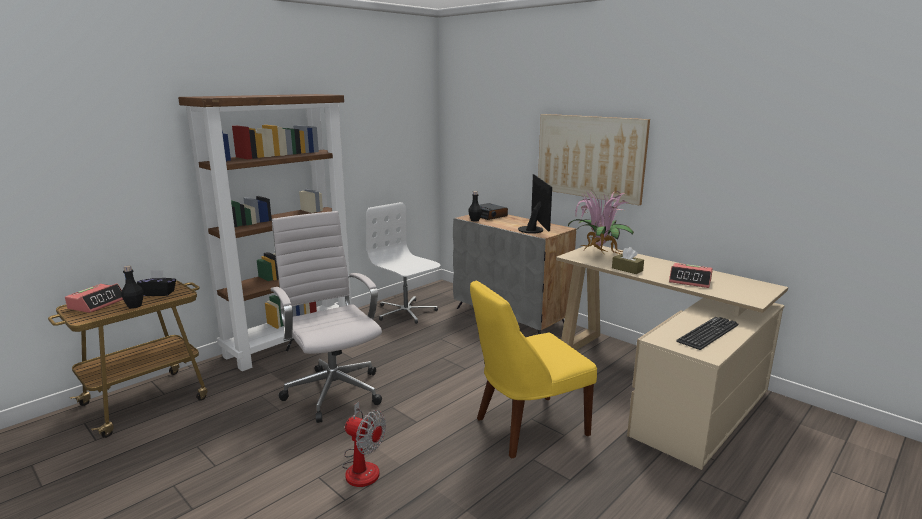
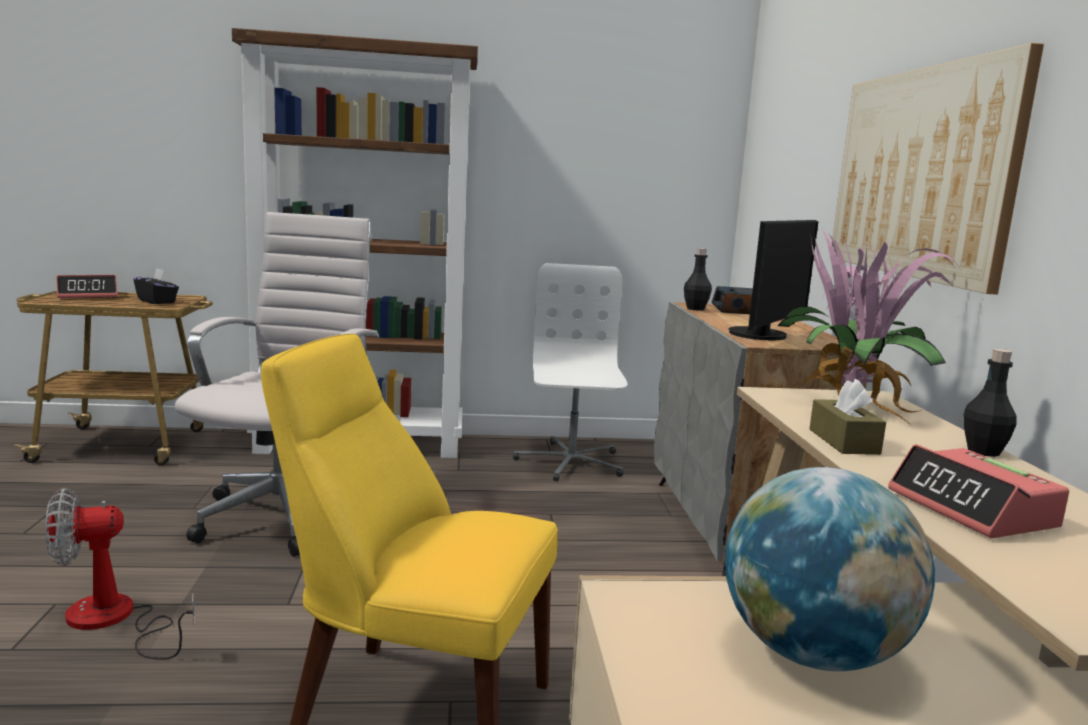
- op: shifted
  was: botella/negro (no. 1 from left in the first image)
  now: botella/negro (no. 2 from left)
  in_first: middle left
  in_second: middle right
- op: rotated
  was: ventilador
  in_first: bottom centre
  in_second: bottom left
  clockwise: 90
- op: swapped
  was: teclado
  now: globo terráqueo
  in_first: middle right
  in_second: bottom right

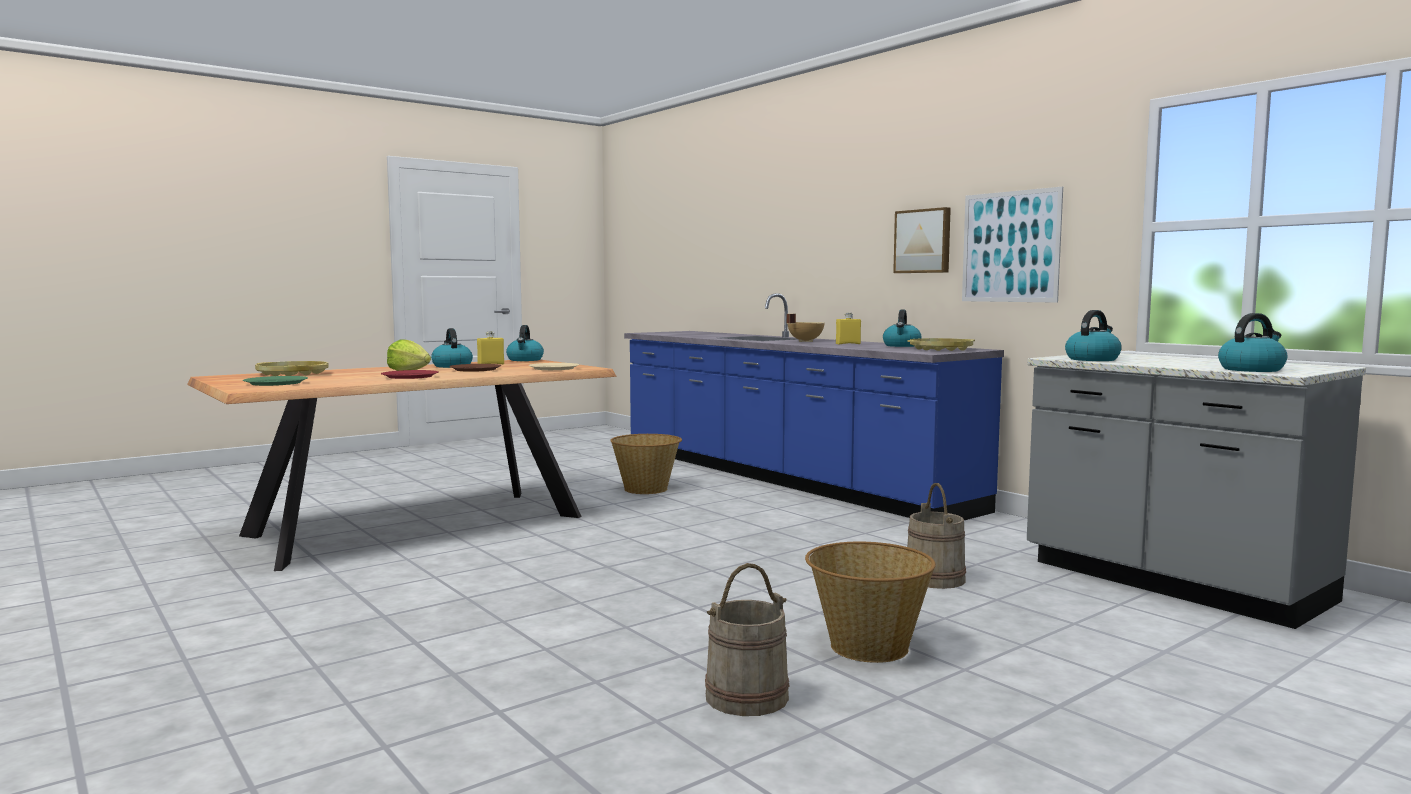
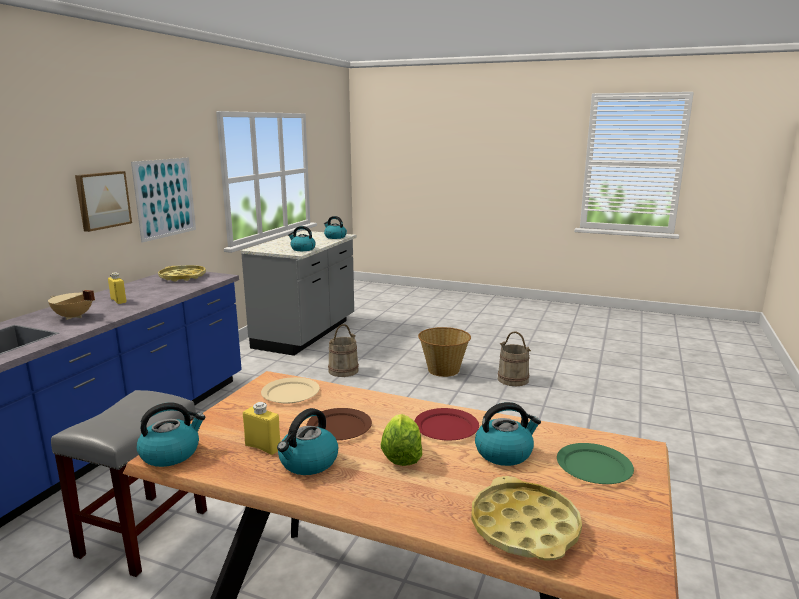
- op: swapped
  was: cesta (no. 1 from left)
  now: taburete/gris
  in_first: centre
  in_second: bottom left
- op: shifted
  was: hervidor (no. 3 from left in the first image)
  now: hervidor (no. 5 from left)
  in_first: centre
  in_second: bottom centre

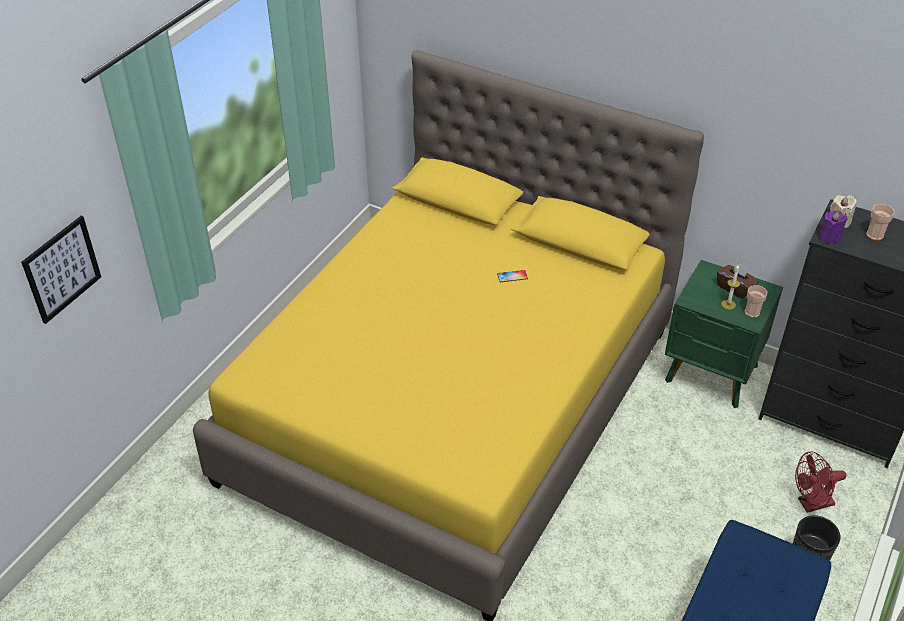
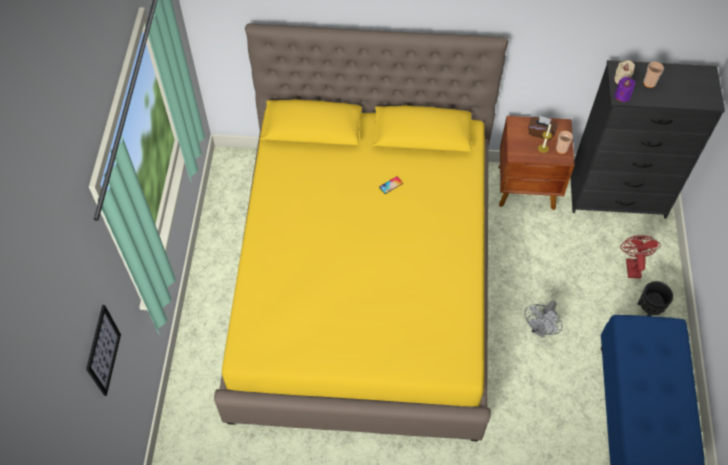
- op: repainted
  was: mesita de noche/verde
  now: mesita de noche/marrón
  in_first: middle right
  in_second: middle right
- op: rotated
  was: ventilador/rojo
  in_first: bottom right
  in_second: middle right
  clockwise: 135
- op: new
  now: ventilador/gris
  in_second: bottom right

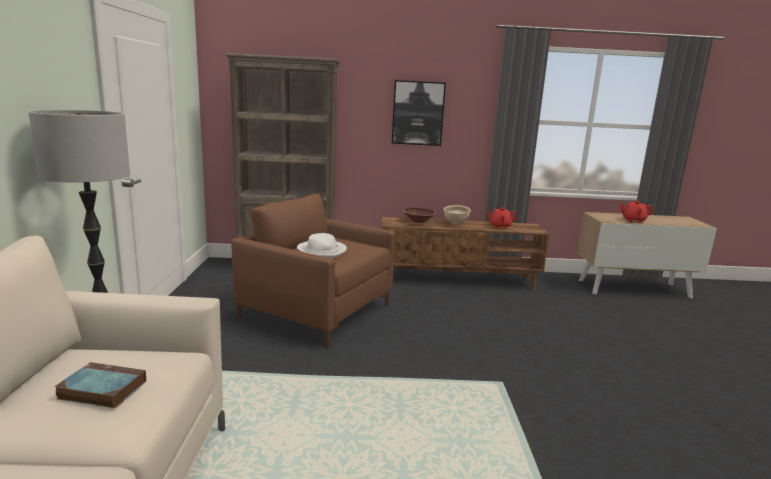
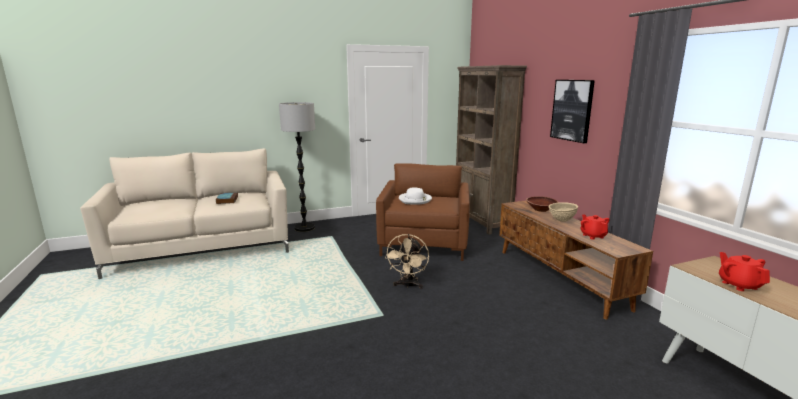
- op: new
  now: ventilador/beis
  in_second: centre

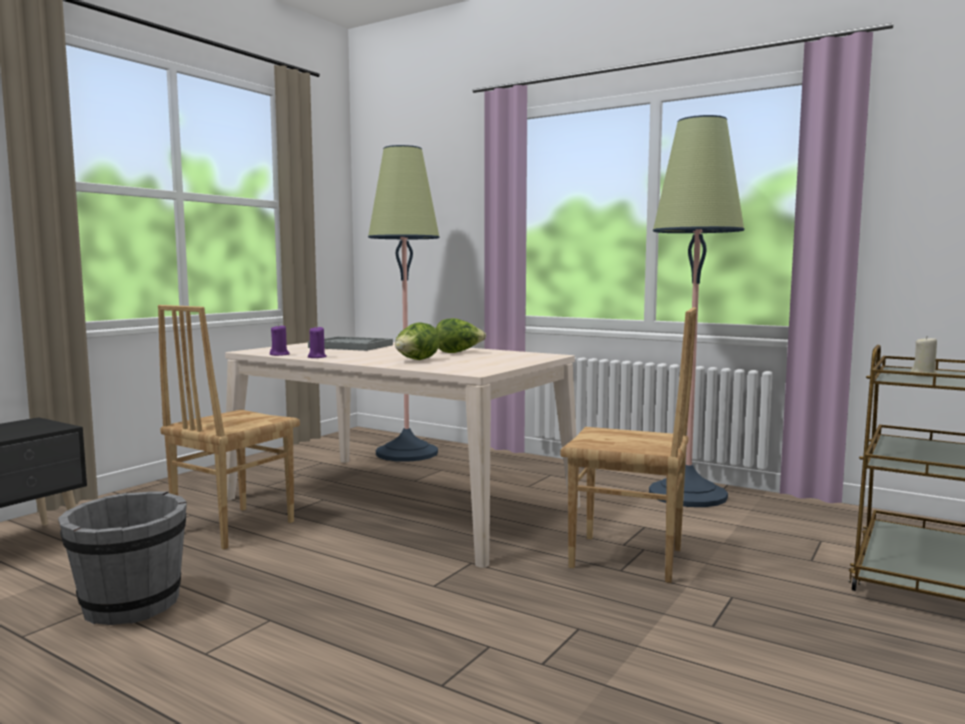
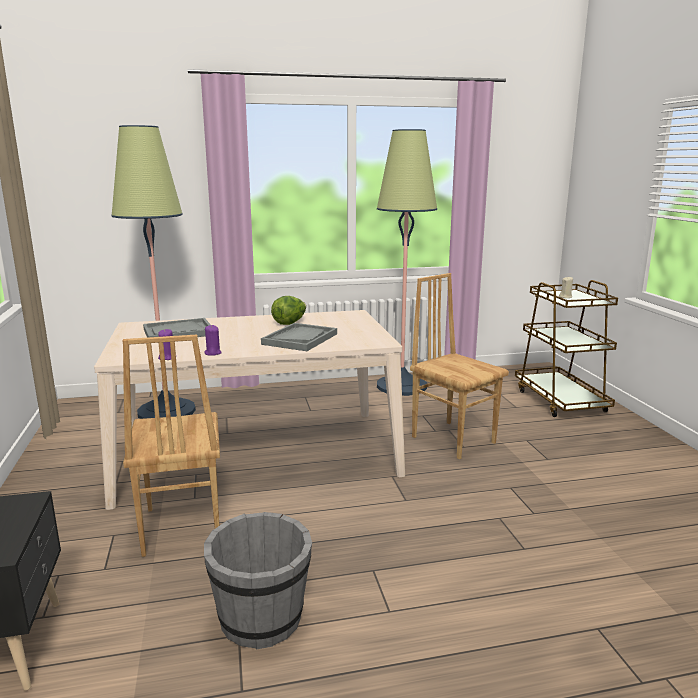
- op: swapped
  was: lechuga (no. 1 from left)
  now: bandeja/gris (no. 2 from left)
  in_first: centre
  in_second: centre
- op: rotated
  was: silla/marrón (no. 2 from left)
  in_first: centre
  in_second: centre
  clockwise: -105

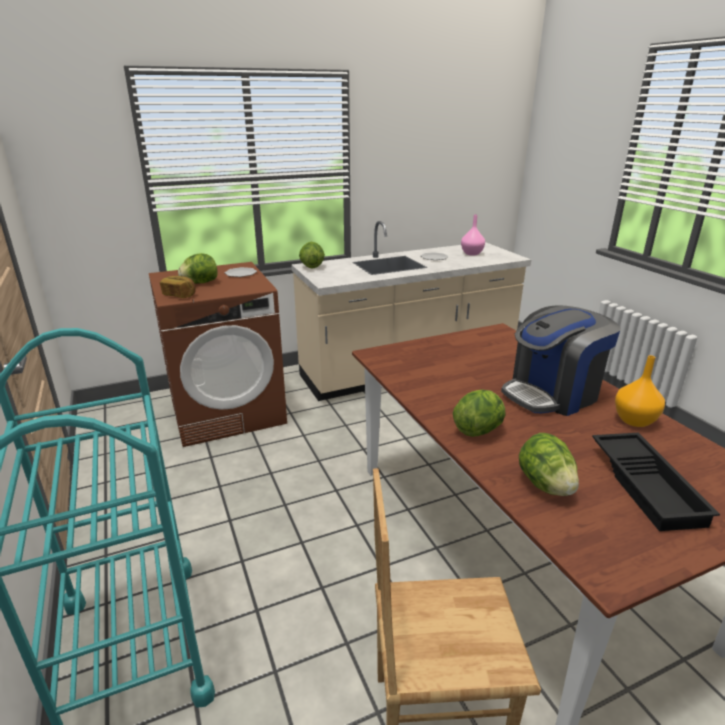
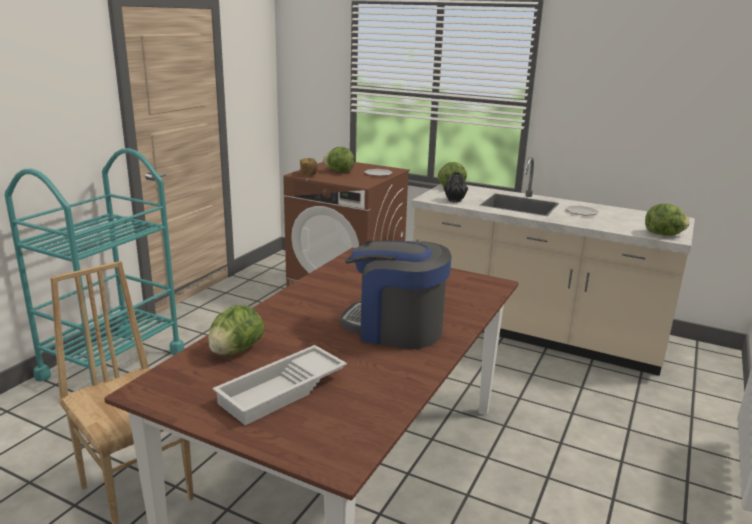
- op: shifted
  was: lechuga (no. 3 from left in the first image)
  now: lechuga (no. 4 from left)
  in_first: centre
  in_second: middle right
- op: gone
  was: florero/rosa
  in_first: top centre
- op: repainted
  was: bandeja/negro
  now: bandeja/blanco
  in_first: middle right
  in_second: bottom centre
- op: gone
  was: florero/naranja
  in_first: middle right
- op: new
  now: florero/negro
  in_second: centre

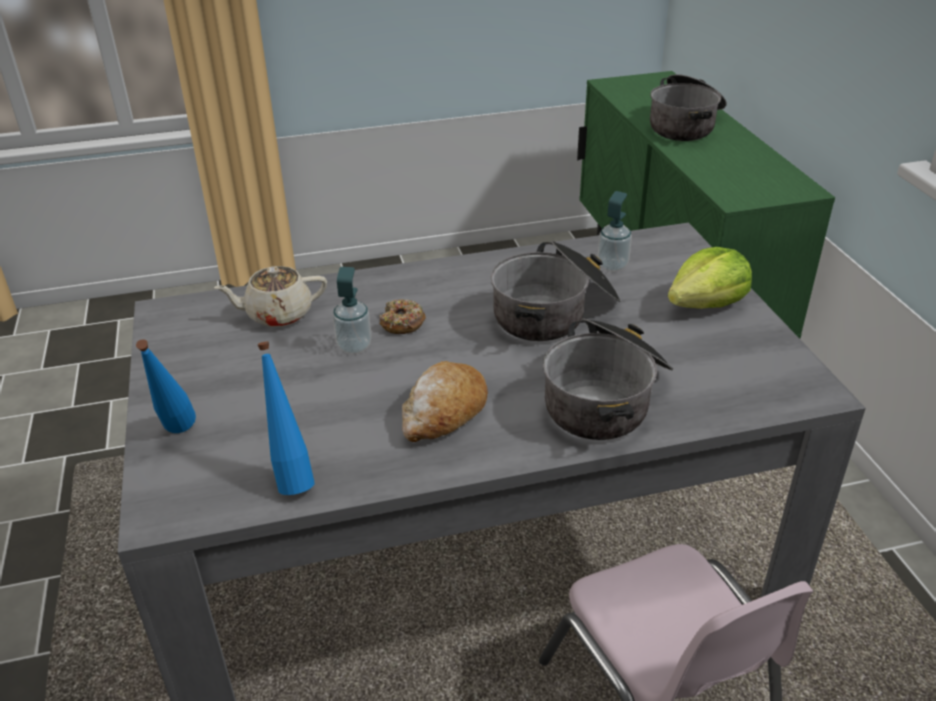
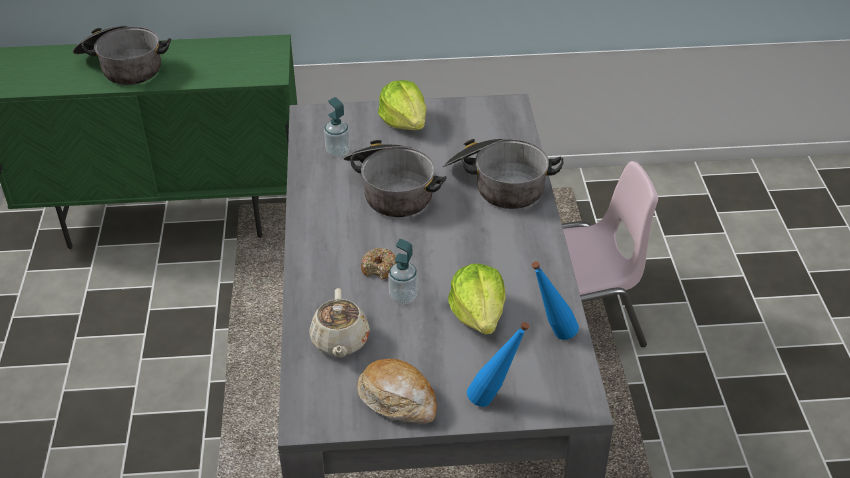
- op: shifted
  was: pan
  in_first: centre
  in_second: bottom centre
- op: new
  now: lechuga (no. 2 from left)
  in_second: centre

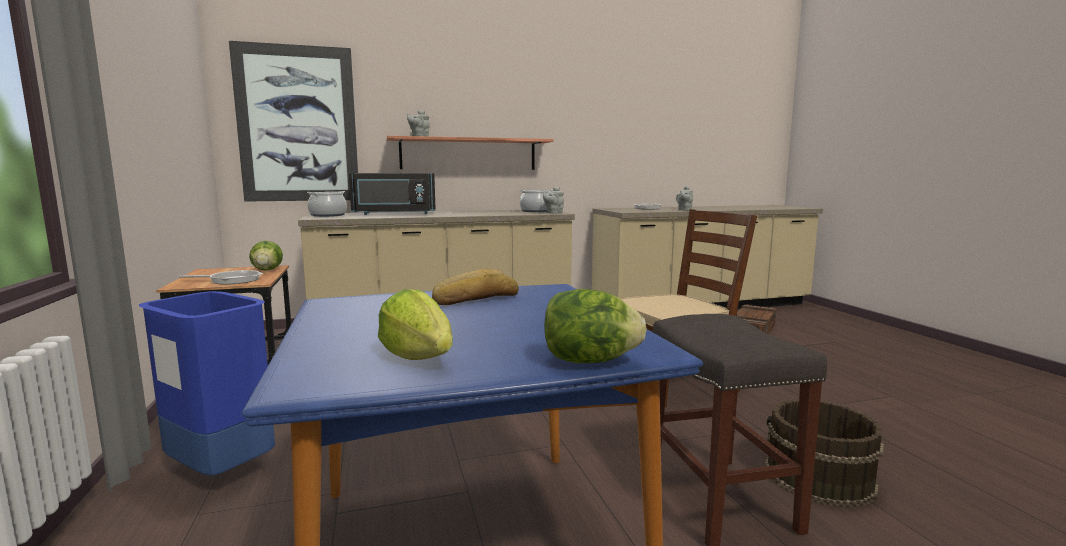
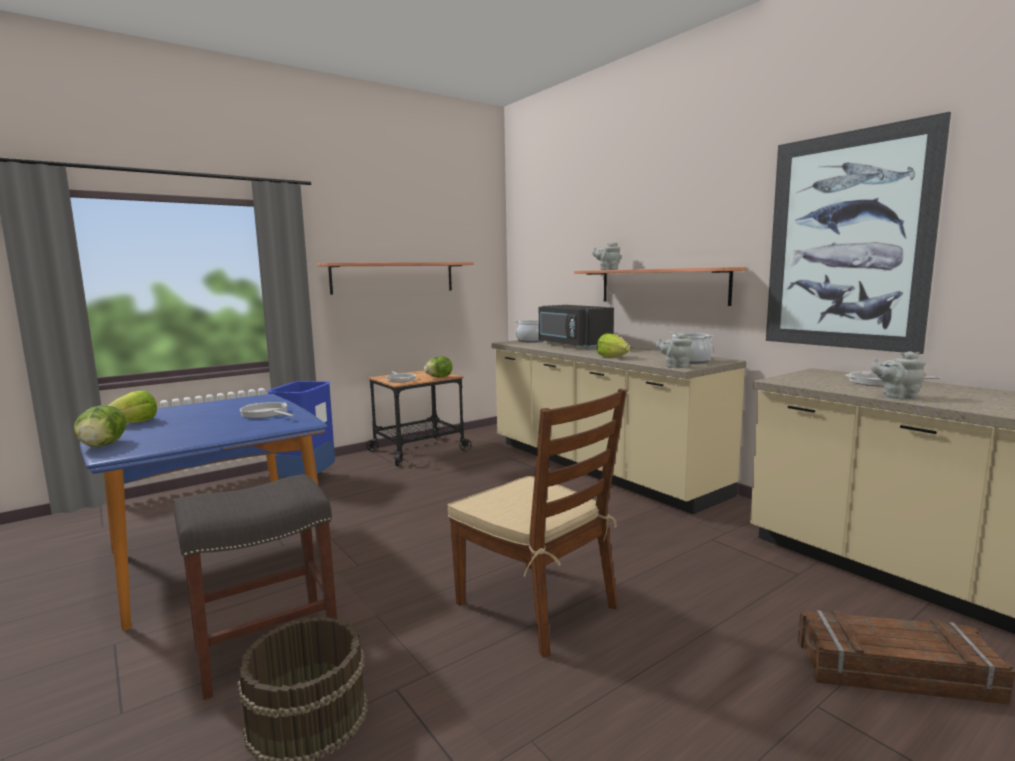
- op: shifted
  was: cuadro
  in_first: top left
  in_second: top right
- op: swapped
  was: pan
  now: sartén (no. 1 from left)
  in_first: centre
  in_second: middle left
- op: new
  now: estante (no. 1 from left)
  in_second: centre
- op: new
  now: lechuga (no. 4 from left)
  in_second: centre

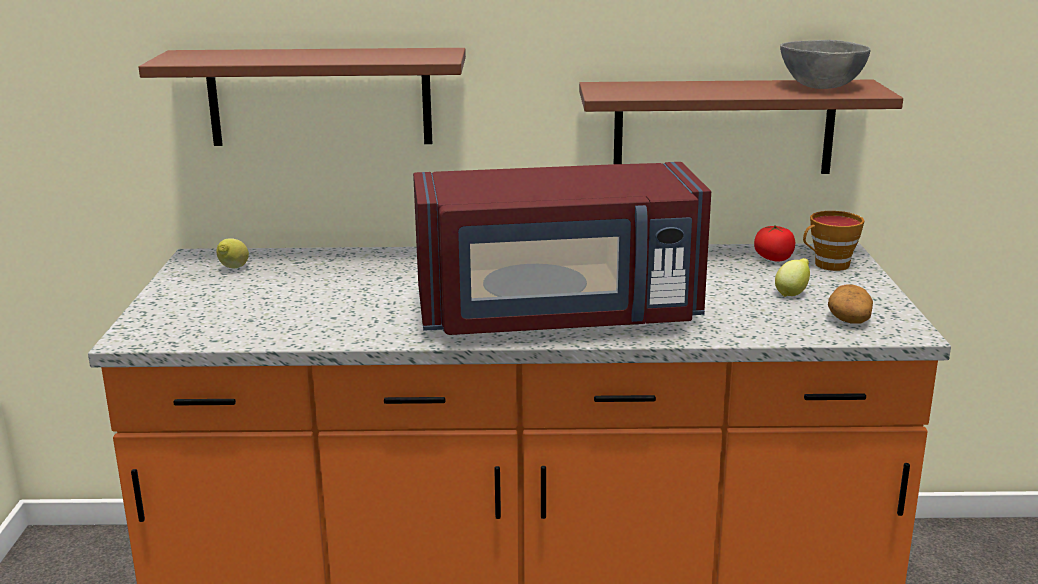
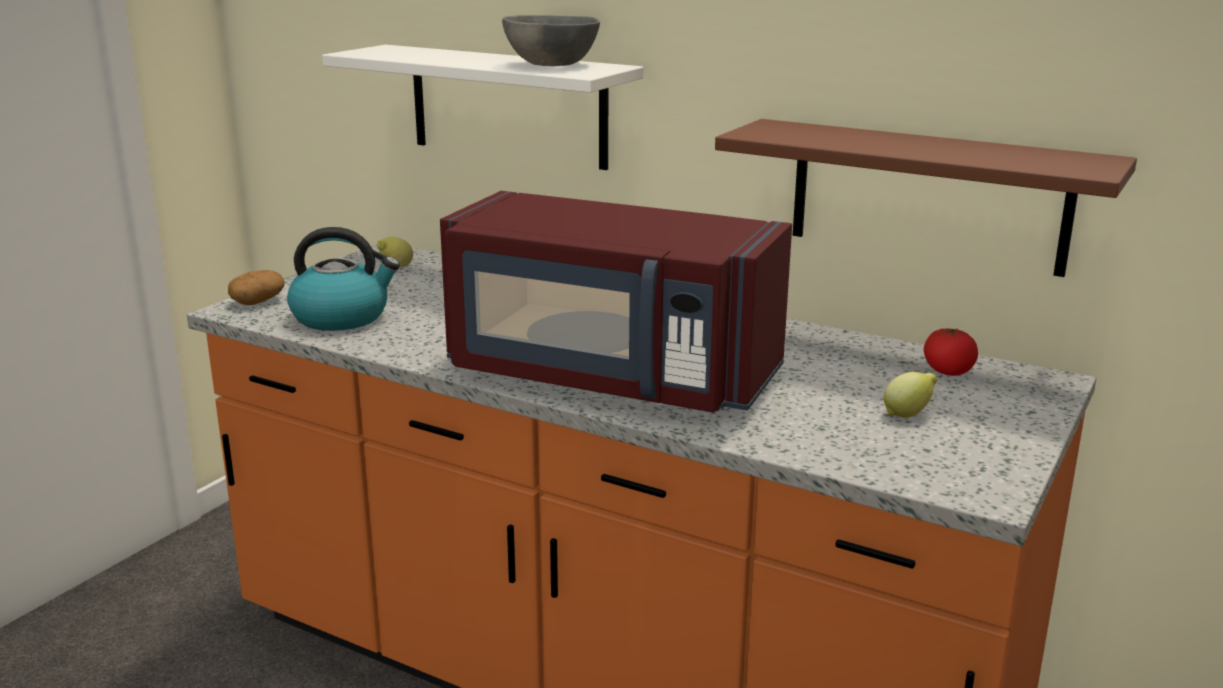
- op: repainted
  was: estante/marrón (no. 1 from left)
  now: estante/blanco
  in_first: top left
  in_second: top centre
- op: shifted
  was: cuenco/gris
  in_first: top right
  in_second: top centre
- op: gone
  was: taza
  in_first: middle right
- op: shifted
  was: patata
  in_first: middle right
  in_second: middle left
- op: new
  now: hervidor
  in_second: middle left

